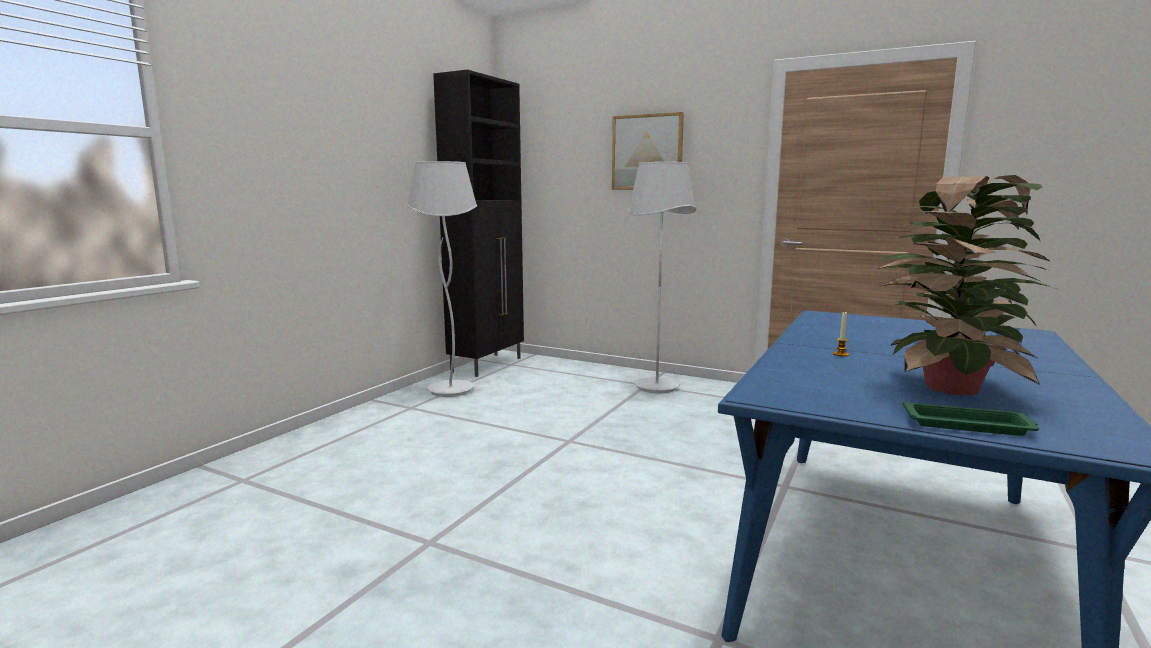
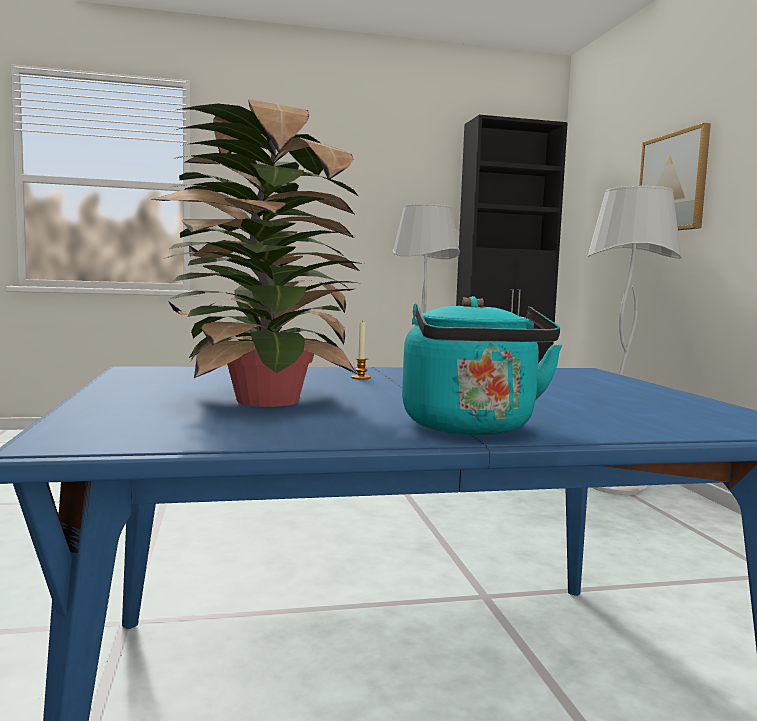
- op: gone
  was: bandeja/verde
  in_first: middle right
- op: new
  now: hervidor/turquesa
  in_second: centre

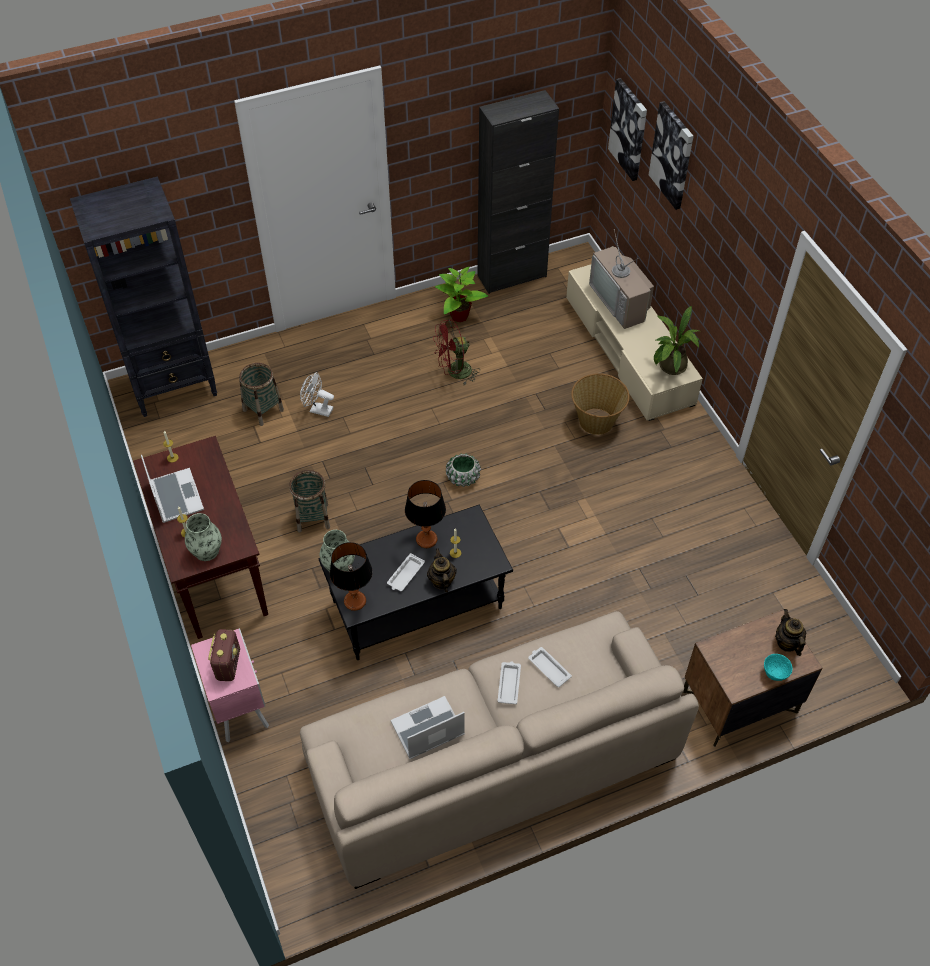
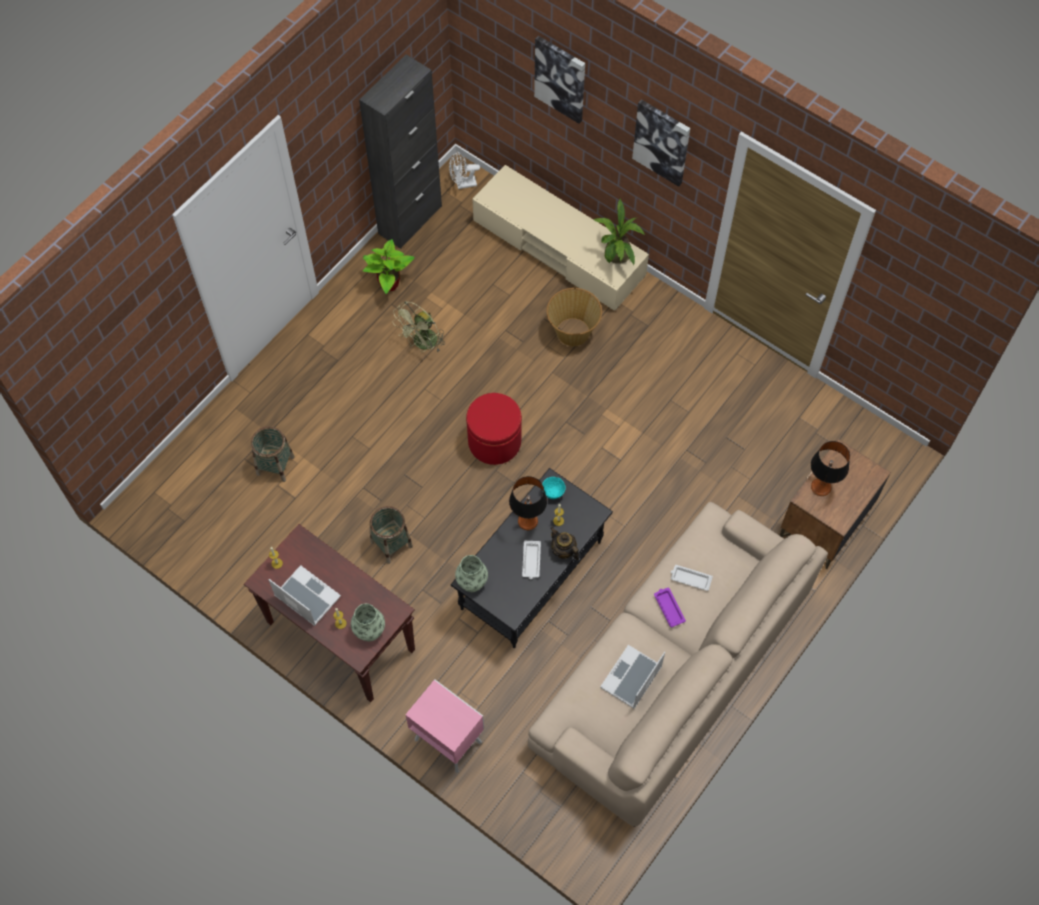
- op: gone
  was: estantería/negro
  in_first: top left
- op: gone
  was: radio
  in_first: bottom left
- op: shifted
  was: ventilador/blanco
  in_first: centre
  in_second: top centre
- op: shifted
  was: lámpara de mesa (no. 1 from left in the first image)
  now: lámpara de mesa (no. 2 from left)
  in_first: centre
  in_second: middle right
- op: repainted
  was: ventilador/rojo
  now: ventilador/verde
  in_first: centre
  in_second: centre
- op: swapped
  was: maceta/verde
  now: puf/rojo
  in_first: centre
  in_second: centre
- op: repainted
  was: bandeja/blanco (no. 2 from left)
  now: bandeja/morado
  in_first: bottom centre
  in_second: bottom centre
- op: gone
  was: televisor
  in_first: top right
- op: shifted
  was: cuadro (no. 1 from left in the first image)
  now: cuadro (no. 2 from left)
  in_first: top right
  in_second: top centre
- op: shifted
  was: cuenco/turquesa
  in_first: bottom right
  in_second: centre
- op: gone
  was: tetera (no. 2 from left)
  in_first: middle right

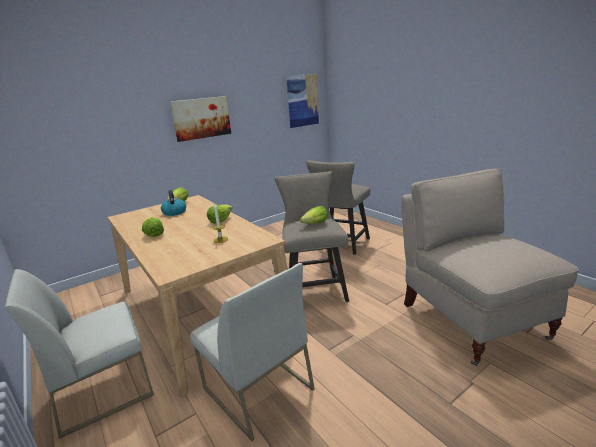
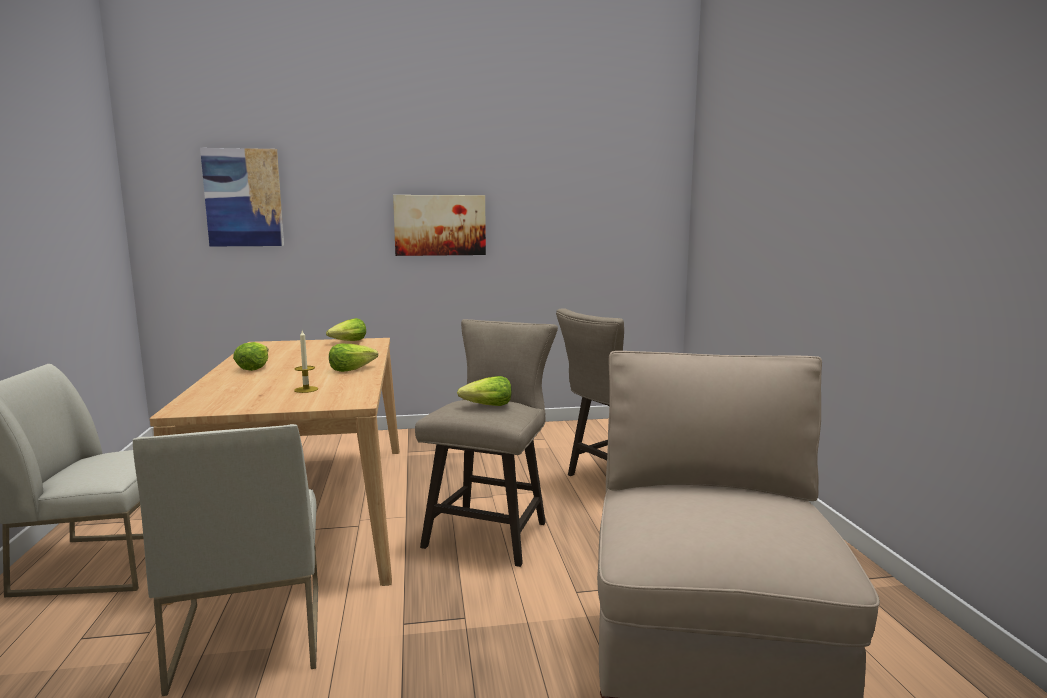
- op: gone
  was: hervidor
  in_first: middle left
- op: shifted
  was: cuadro (no. 2 from left in the first image)
  now: cuadro (no. 1 from left)
  in_first: top centre
  in_second: top left

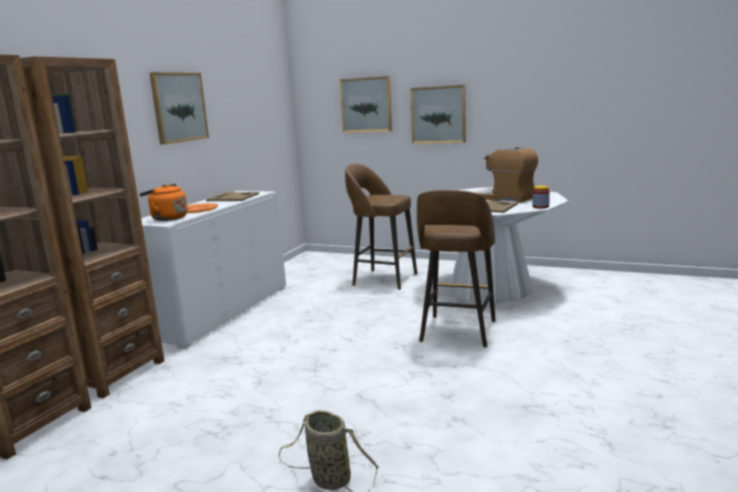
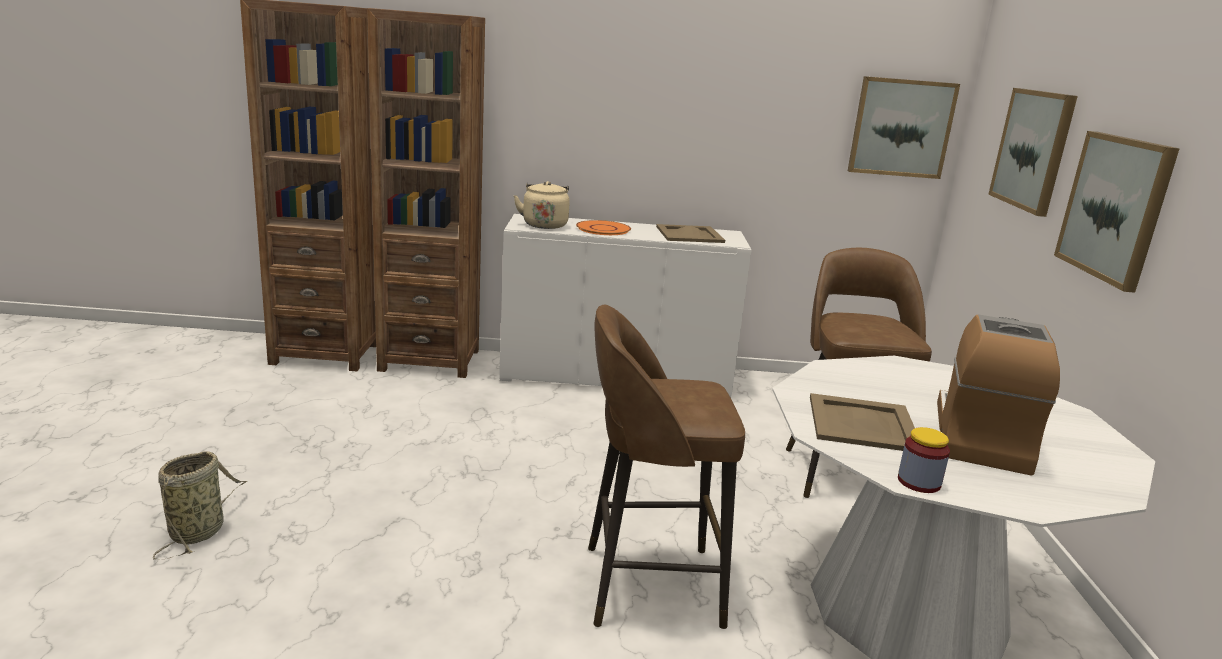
- op: repainted
  was: hervidor/naranja
  now: hervidor/beis
  in_first: middle left
  in_second: top centre
- op: shifted
  was: cuadro (no. 1 from left)
  in_first: top left
  in_second: top right

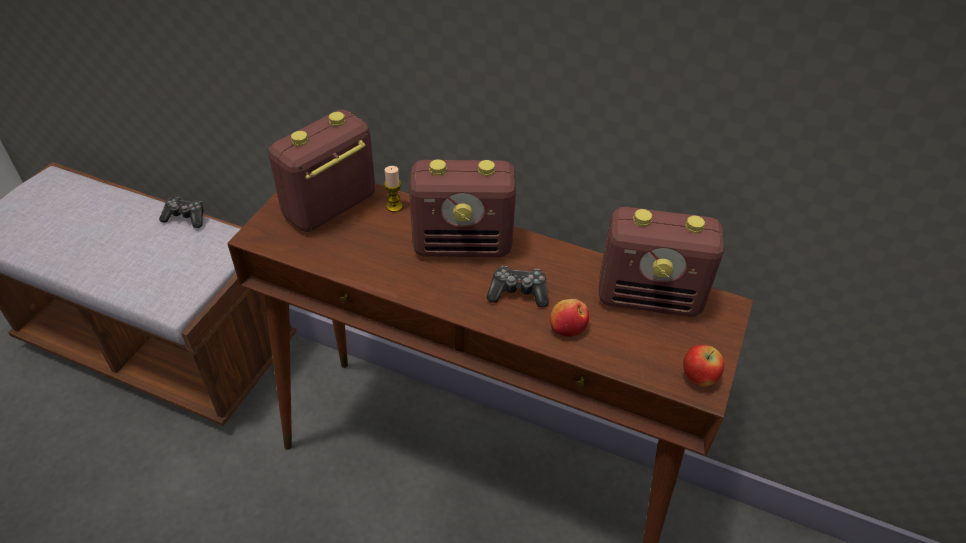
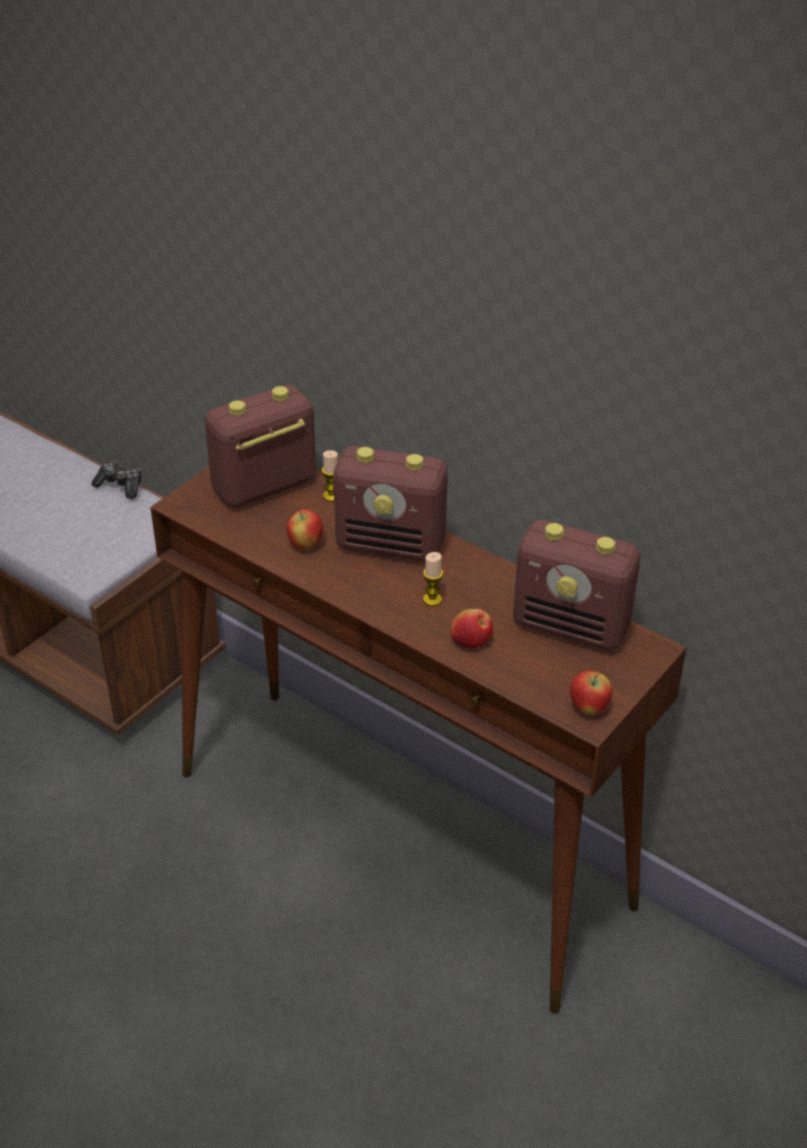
- op: swapped
  was: mando de consola (no. 2 from left)
  now: vela (no. 2 from left)
  in_first: centre
  in_second: centre
- op: new
  now: manzana (no. 1 from left)
  in_second: centre

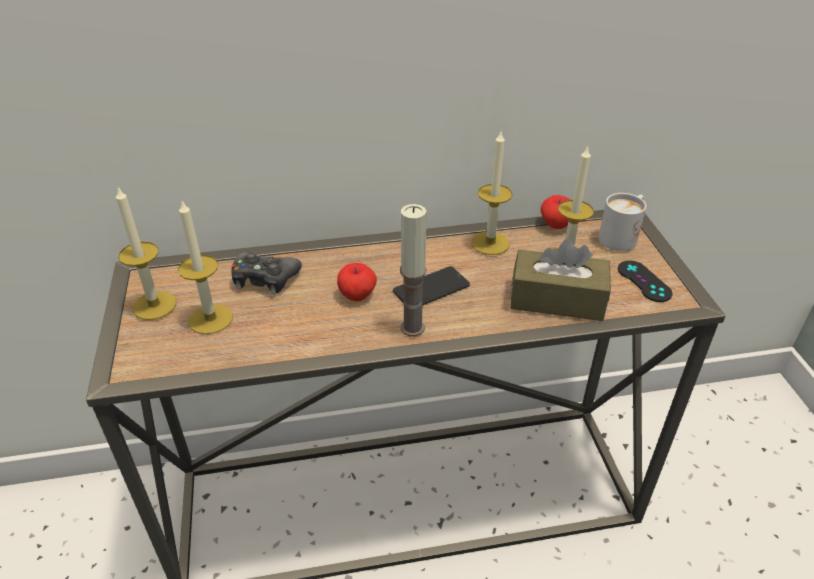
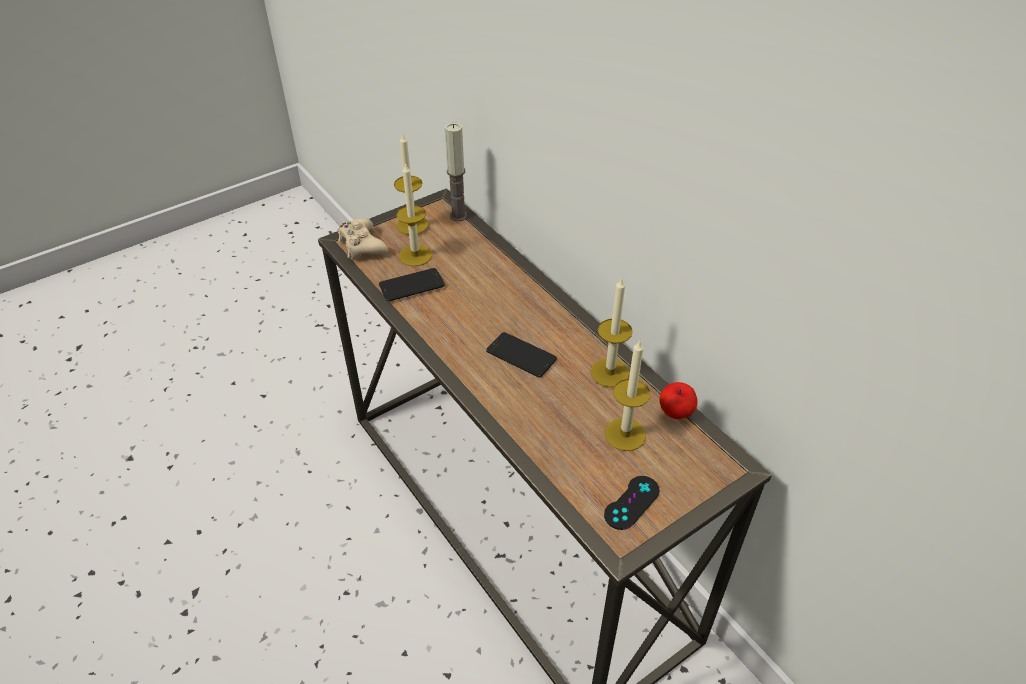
- op: gone
  was: mando de consola/negro (no. 1 from left)
  in_first: middle left
- op: gone
  was: manzana (no. 1 from left)
  in_first: centre
- op: shifted
  was: vela (no. 3 from left)
  in_first: centre
  in_second: top centre
- op: gone
  was: caja de pañuelos/marrón
  in_first: middle right
- op: gone
  was: taza grande/blanco
  in_first: middle right
- op: new
  now: mando de consola/beis
  in_second: centre
- op: new
  now: móvil (no. 1 from left)
  in_second: centre

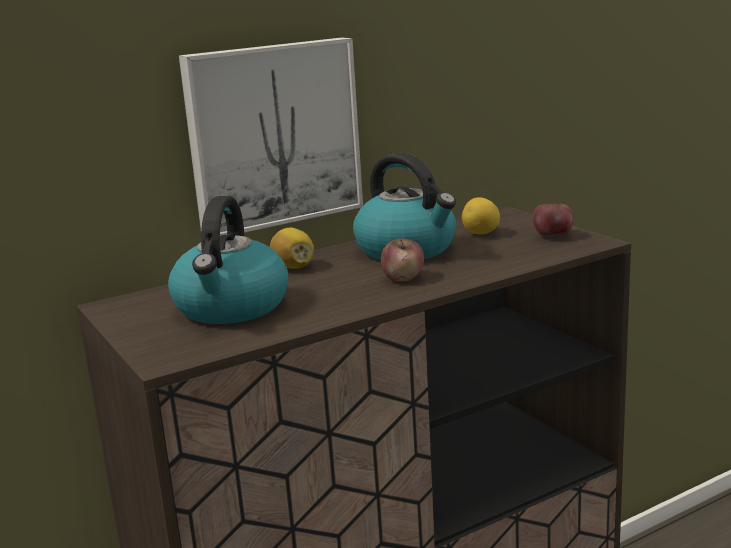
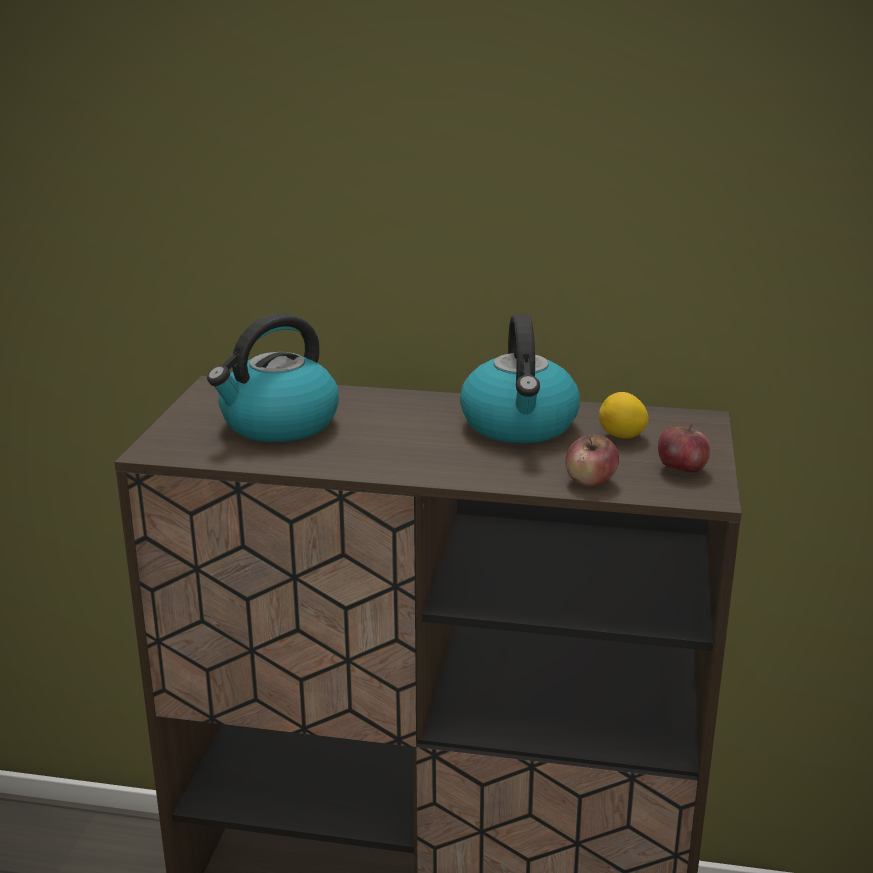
- op: gone
  was: cuadro
  in_first: top centre
- op: gone
  was: limón (no. 1 from left)
  in_first: centre
- op: shifted
  was: manzana (no. 1 from left)
  in_first: centre
  in_second: middle right

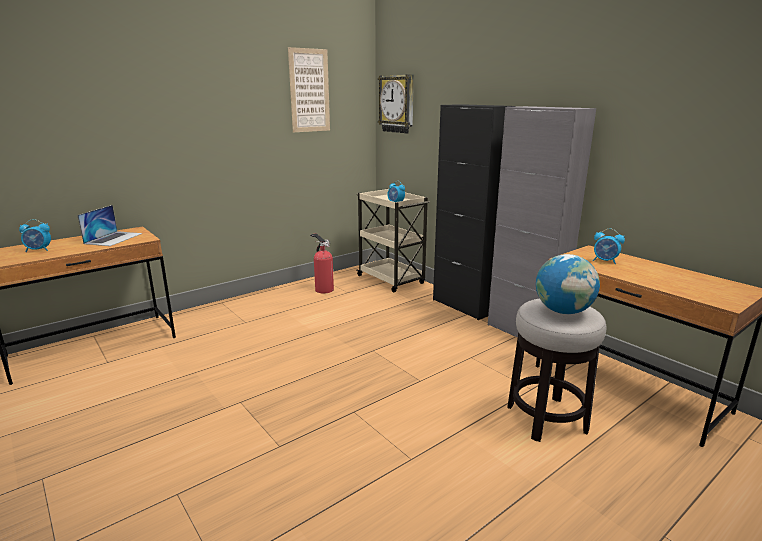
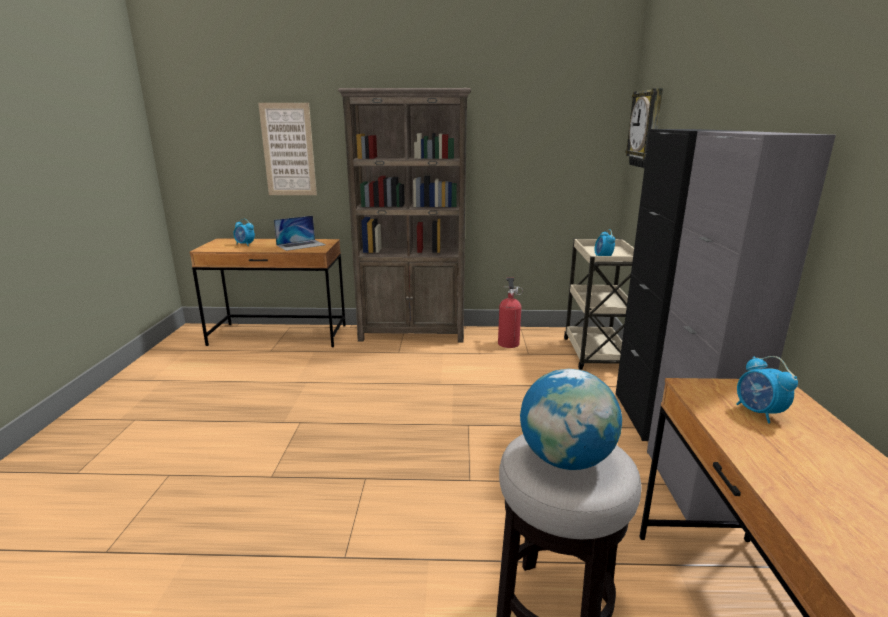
- op: shifted
  was: cuadro
  in_first: top centre
  in_second: top left
- op: new
  now: estantería/marrón
  in_second: centre

